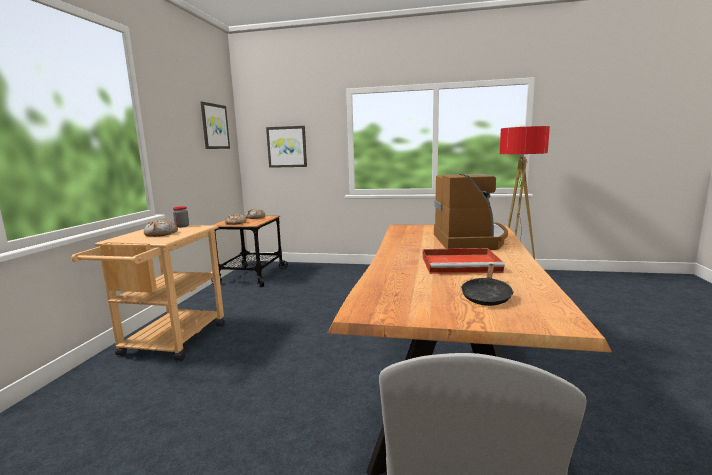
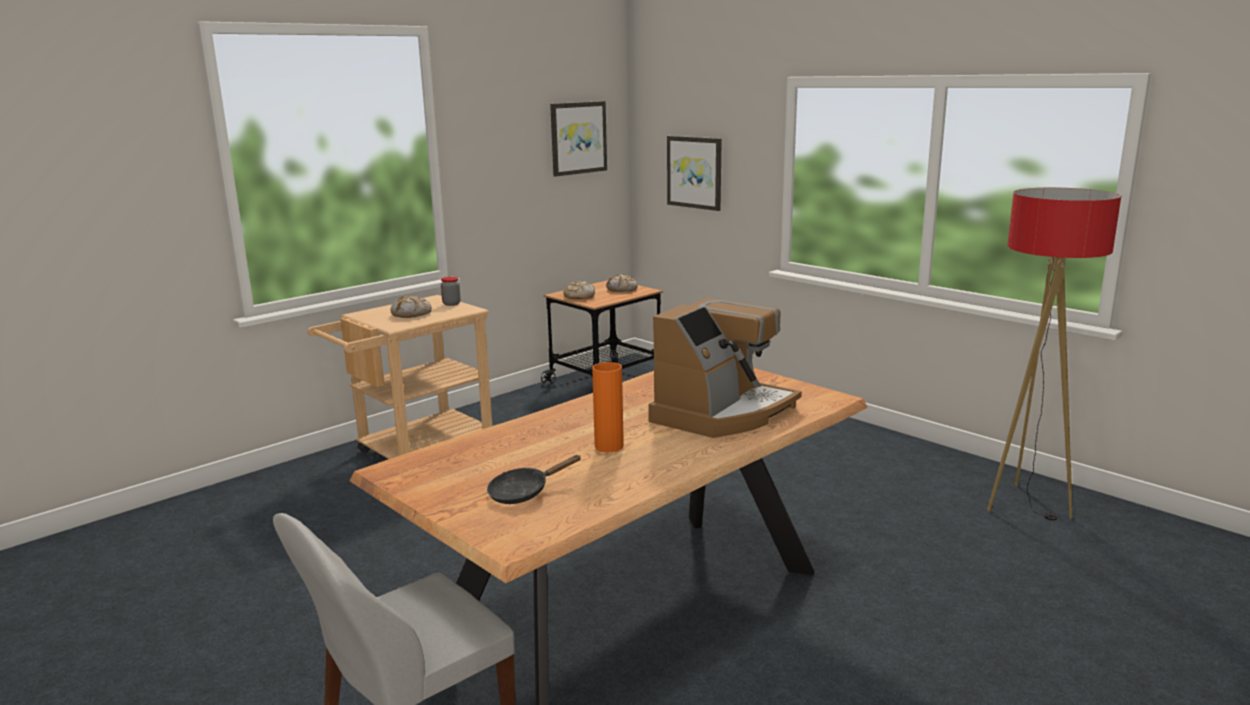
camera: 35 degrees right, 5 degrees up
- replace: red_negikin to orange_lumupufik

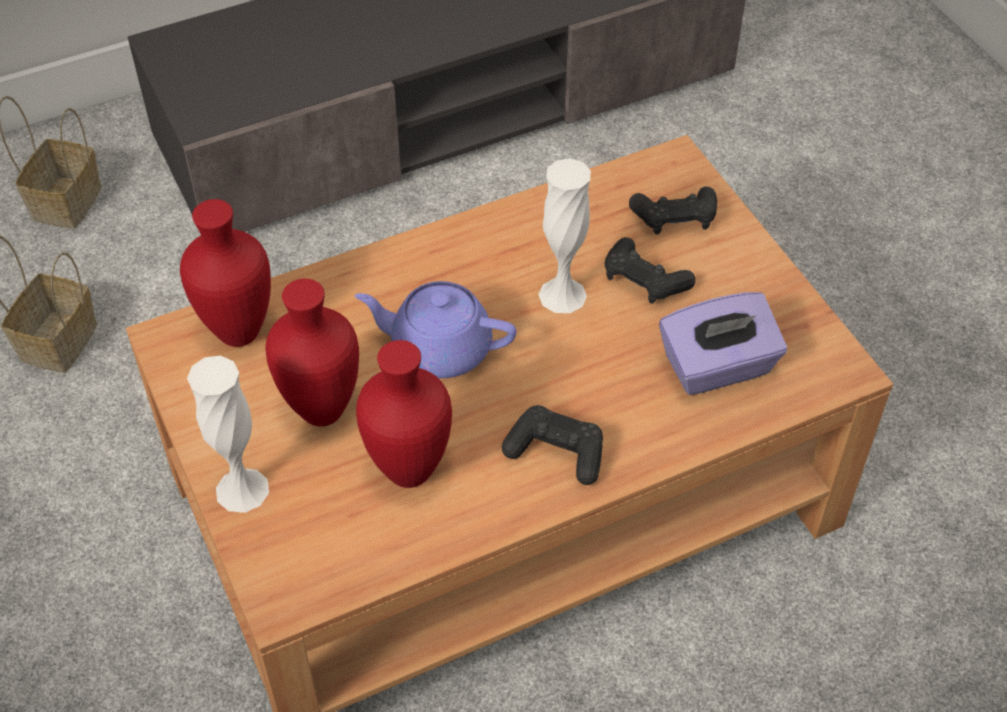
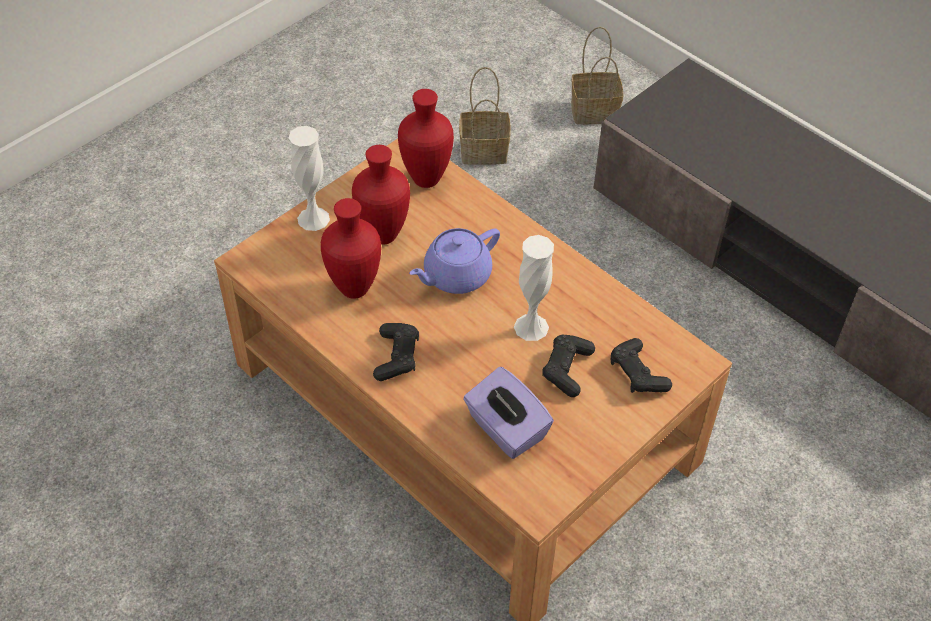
camera: 70 degrees right, 0 degrees up
- rotate: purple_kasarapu 120 degrees counterclockwise

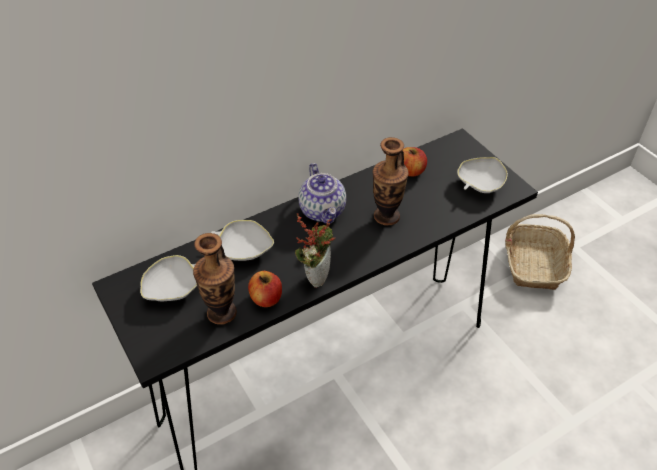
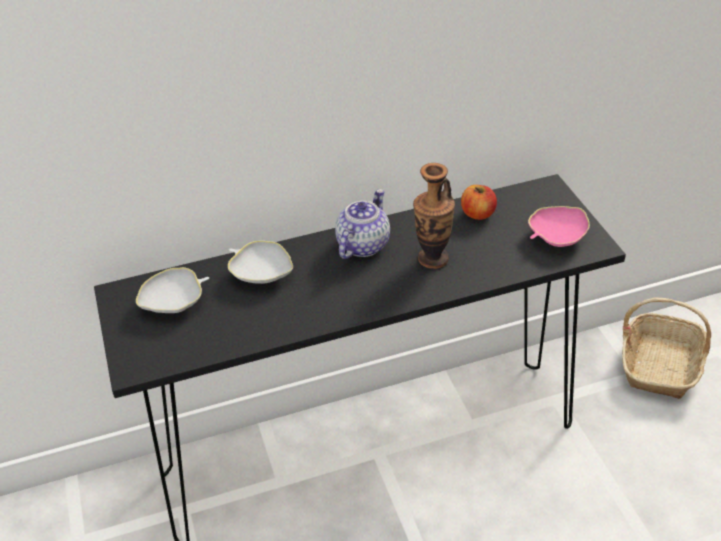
camera: 15 degrees right, 5 degrees down
- delete: lumupufik (1st from left)
- delete: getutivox (1st from left)
- delete: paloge
- rotate: kasarapu 150 degrees counterclockwise
- recolor: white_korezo (3rd from left) to pink_korezo

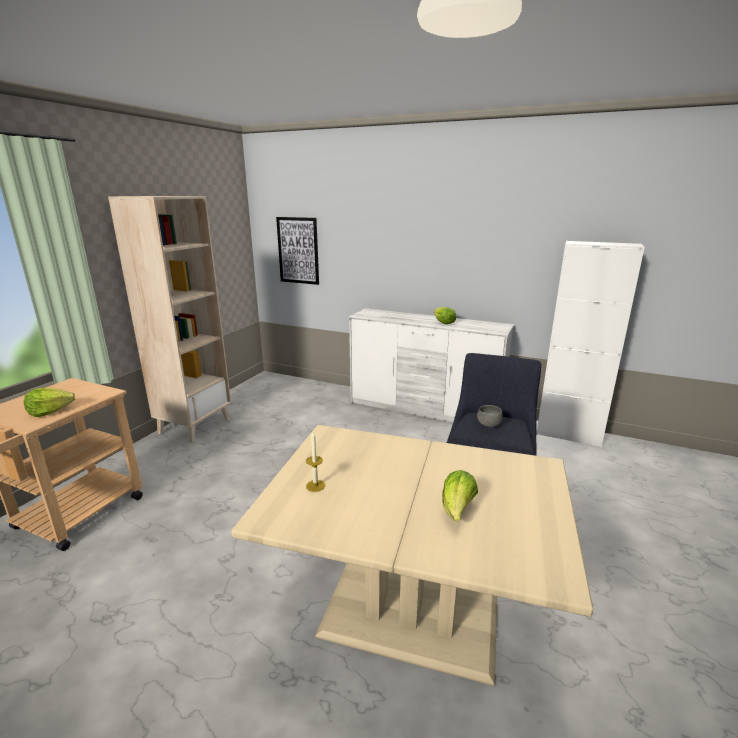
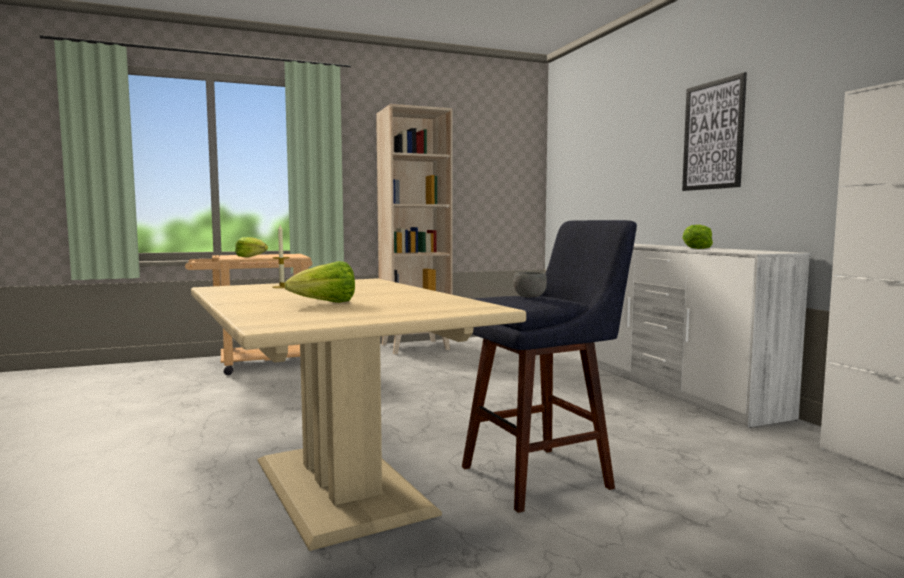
camera: 45 degrees right, 15 degrees down
- move: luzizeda

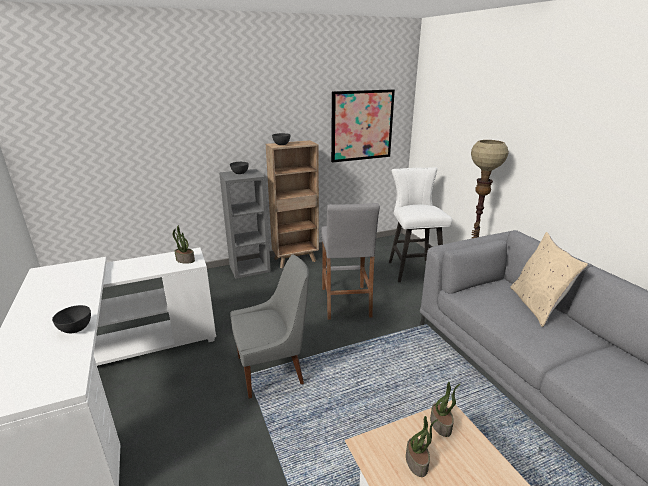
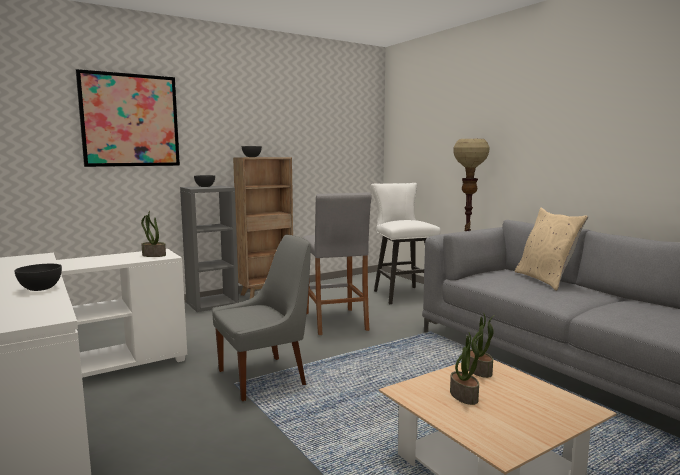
camera: 10 degrees left, 15 degrees down
- move: luzizeda

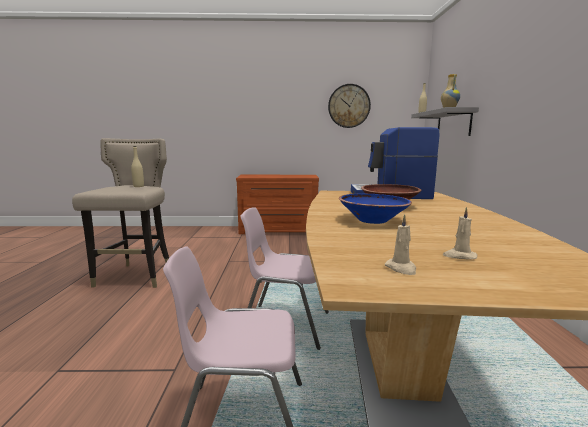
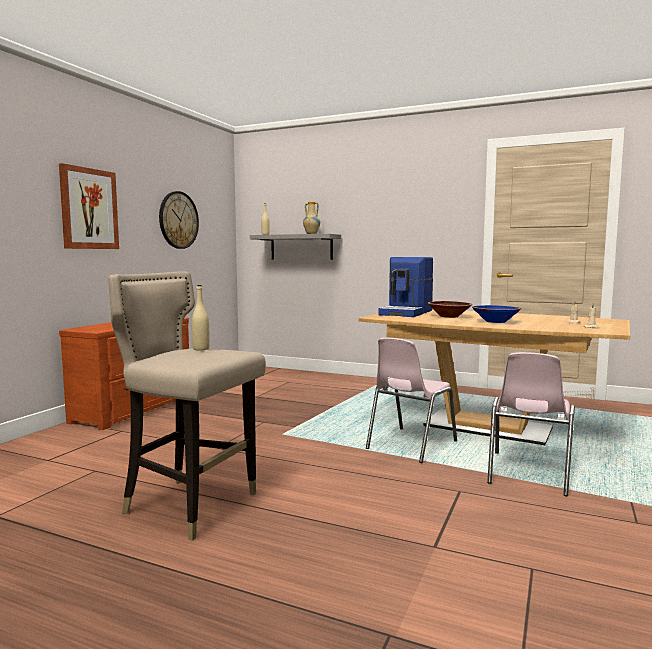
camera: 65 degrees left, 5 degrees down
- insert: luzizeda

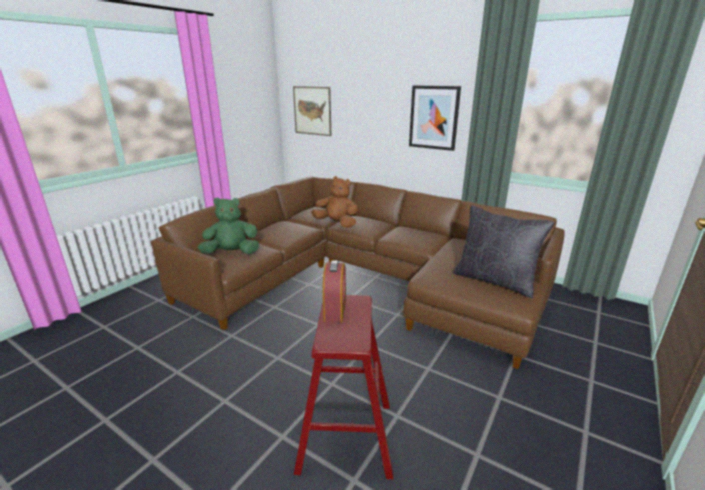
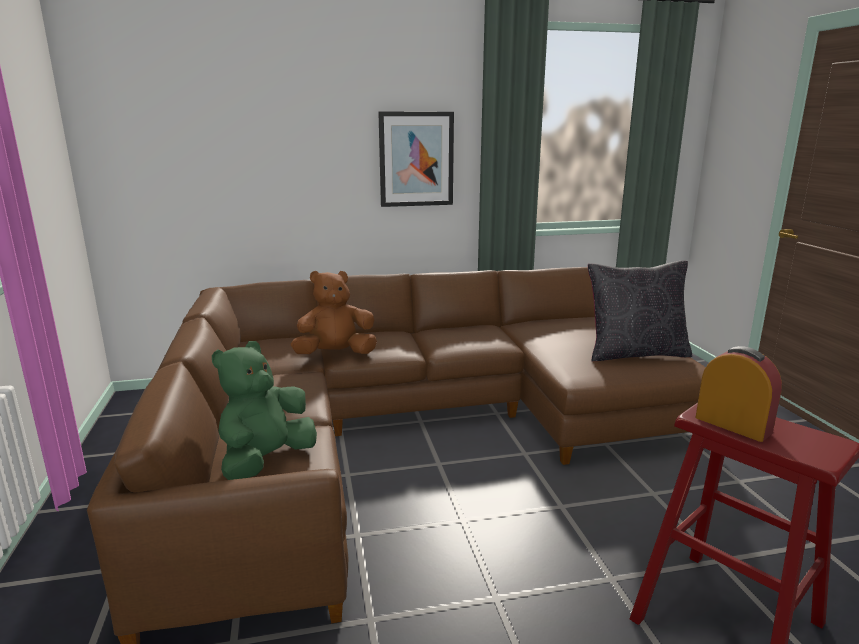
camera: 45 degrees left, 5 degrees down
- delete: luzizeda (1st from left)

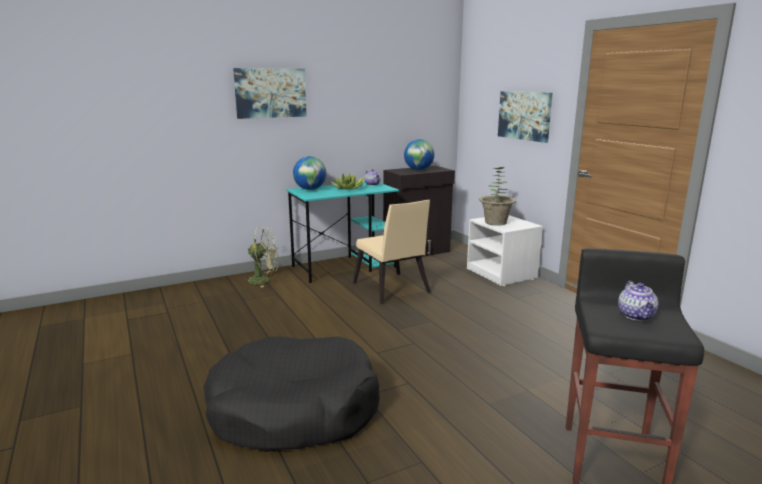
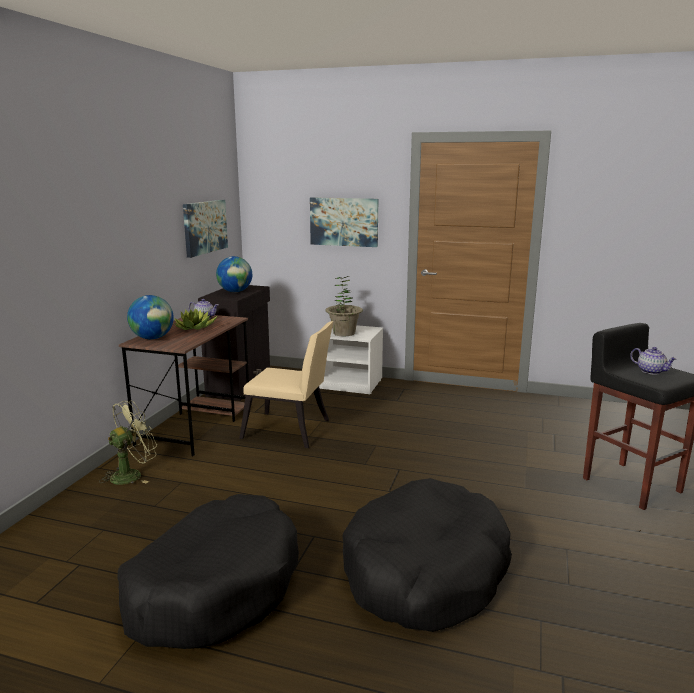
camera: 45 degrees left, 0 degrees up
- move: luzizeda (1st from left)
- recolor: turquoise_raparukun to brown_raparukun
- insert: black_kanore (1st from left)

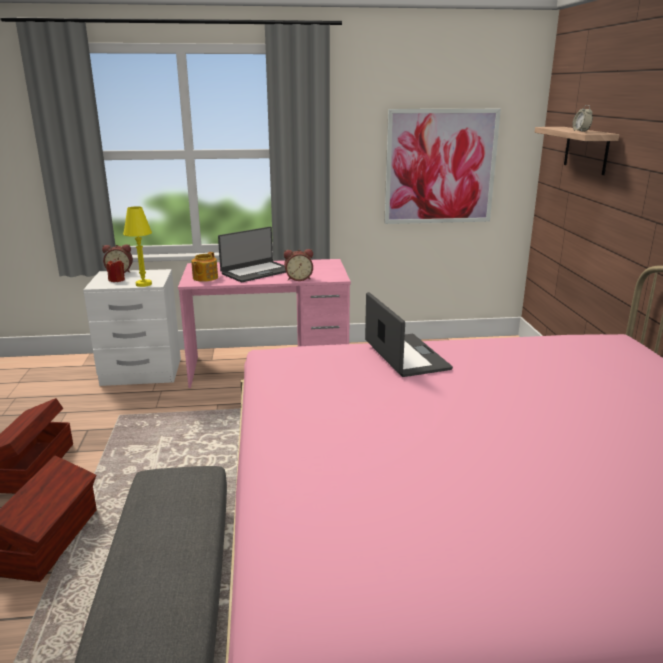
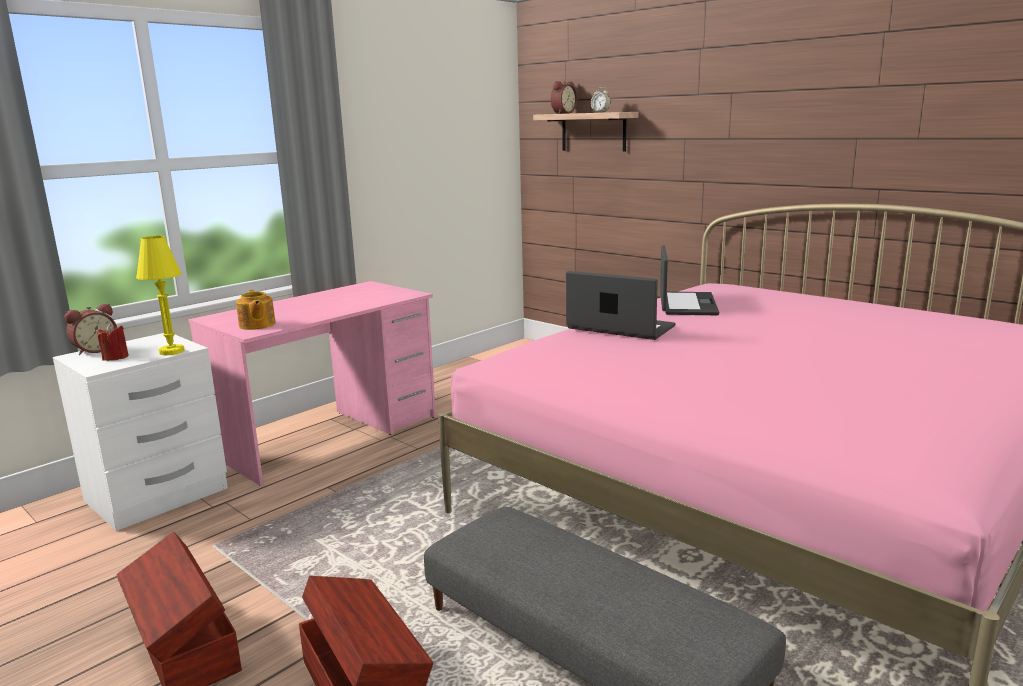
camera: 40 degrees left, 5 degrees down
- move: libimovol (1st from left in the first image) to libimovol (2nd from left)
- move: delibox (2nd from left)
- delete: luzizeda

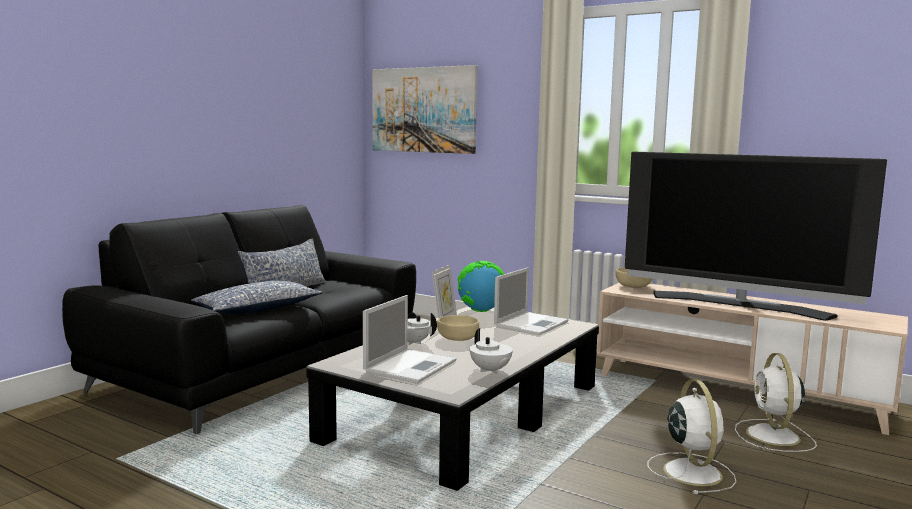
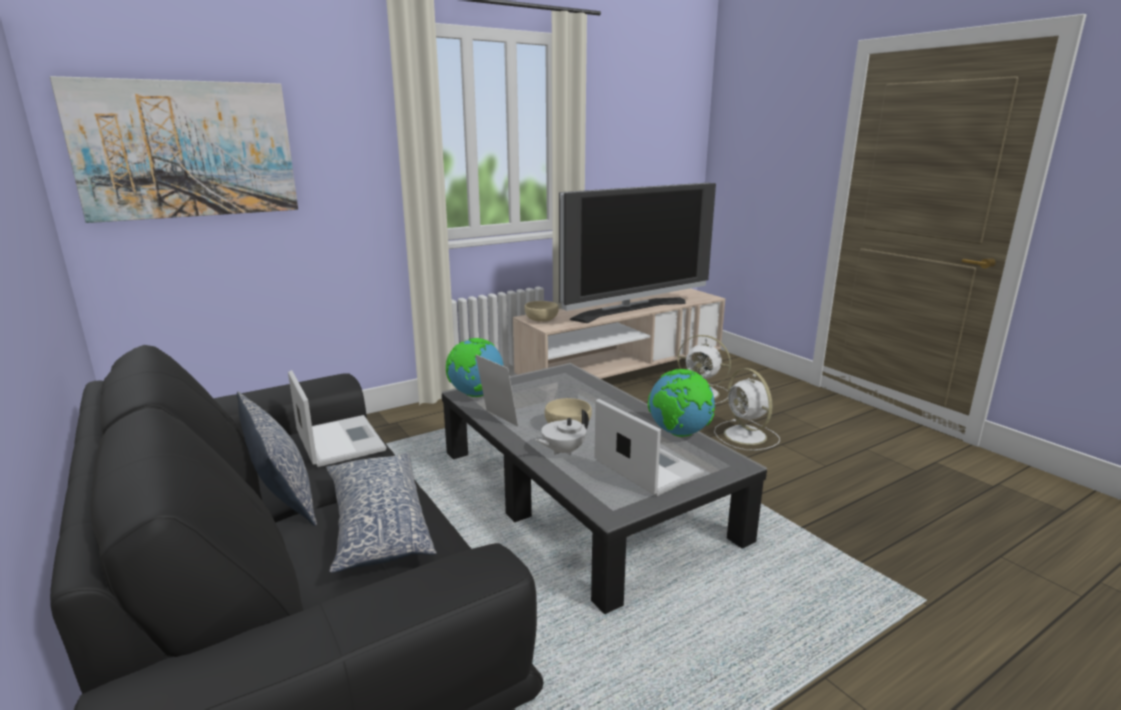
camera: 65 degrees left, 10 degrees up
- replace: white_kasarapu (2nd from left) to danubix (2nd from left)
- move: libimovol (2nd from left in the first image) to libimovol (1st from left)
- rotate: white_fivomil (1st from left in the first image) 135 degrees counterclockwise

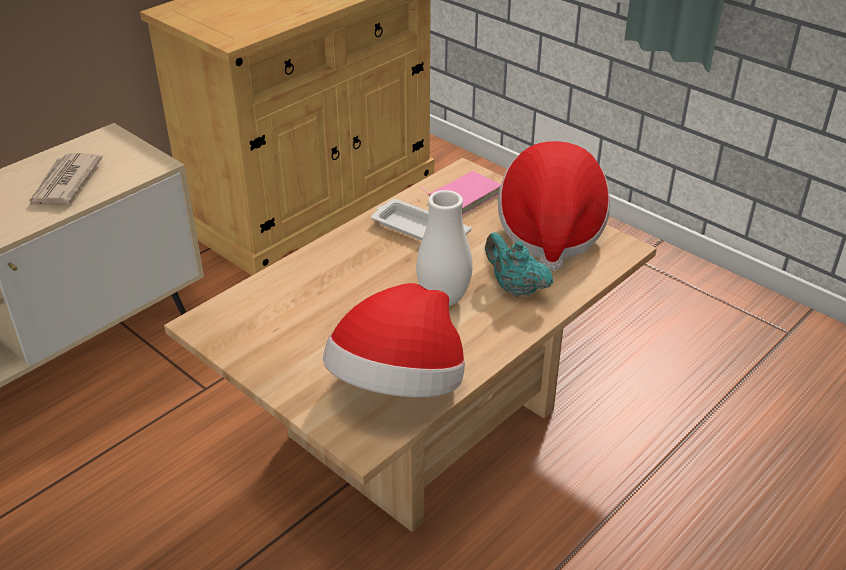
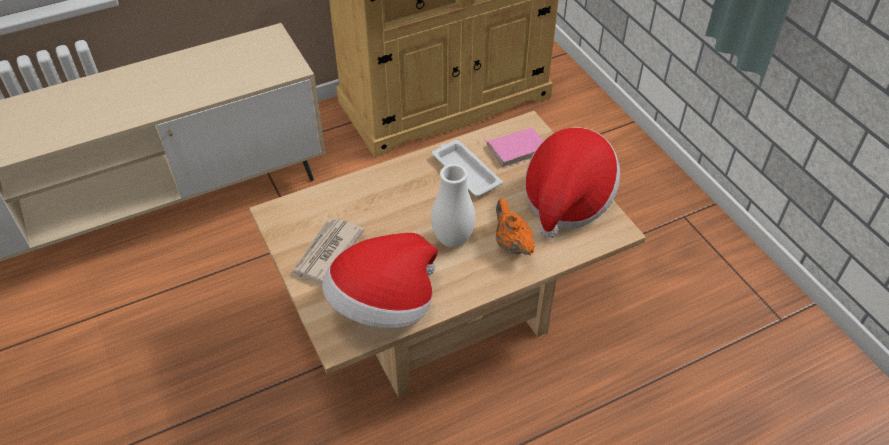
camera: 20 degrees right, 10 degrees up
- move: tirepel
- recolor: turquoise_kasarapu to orange_kasarapu

